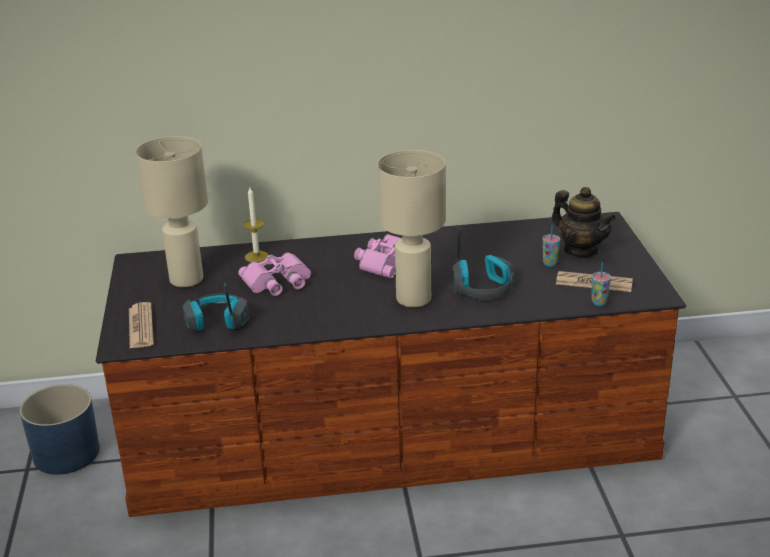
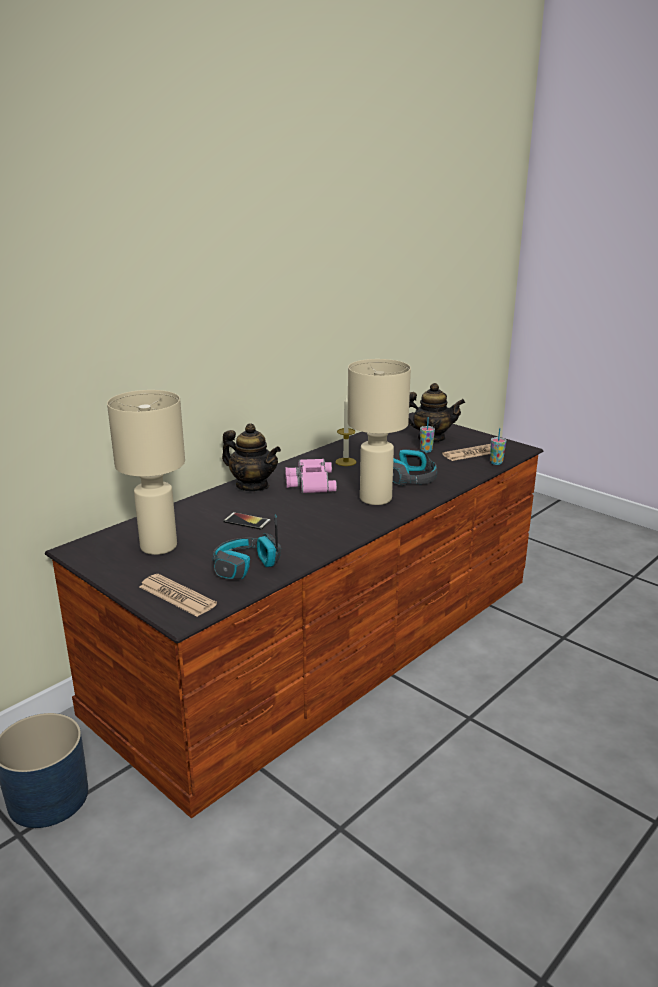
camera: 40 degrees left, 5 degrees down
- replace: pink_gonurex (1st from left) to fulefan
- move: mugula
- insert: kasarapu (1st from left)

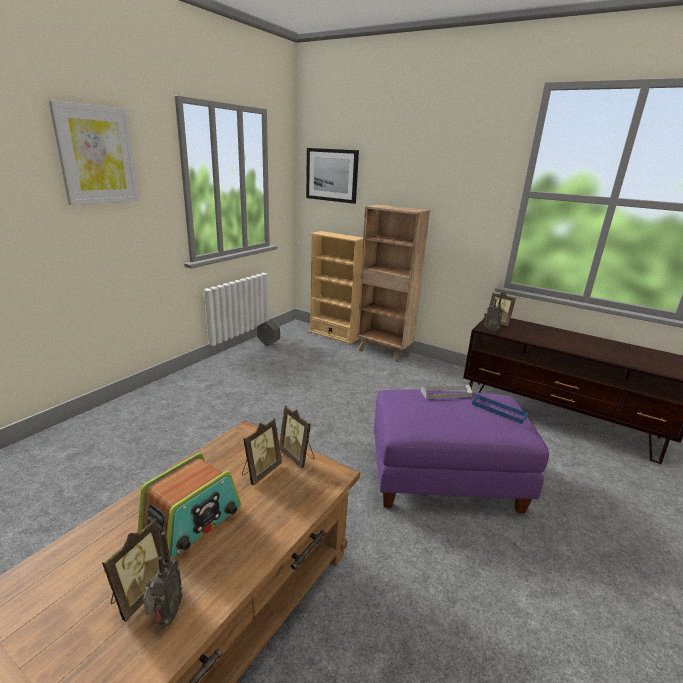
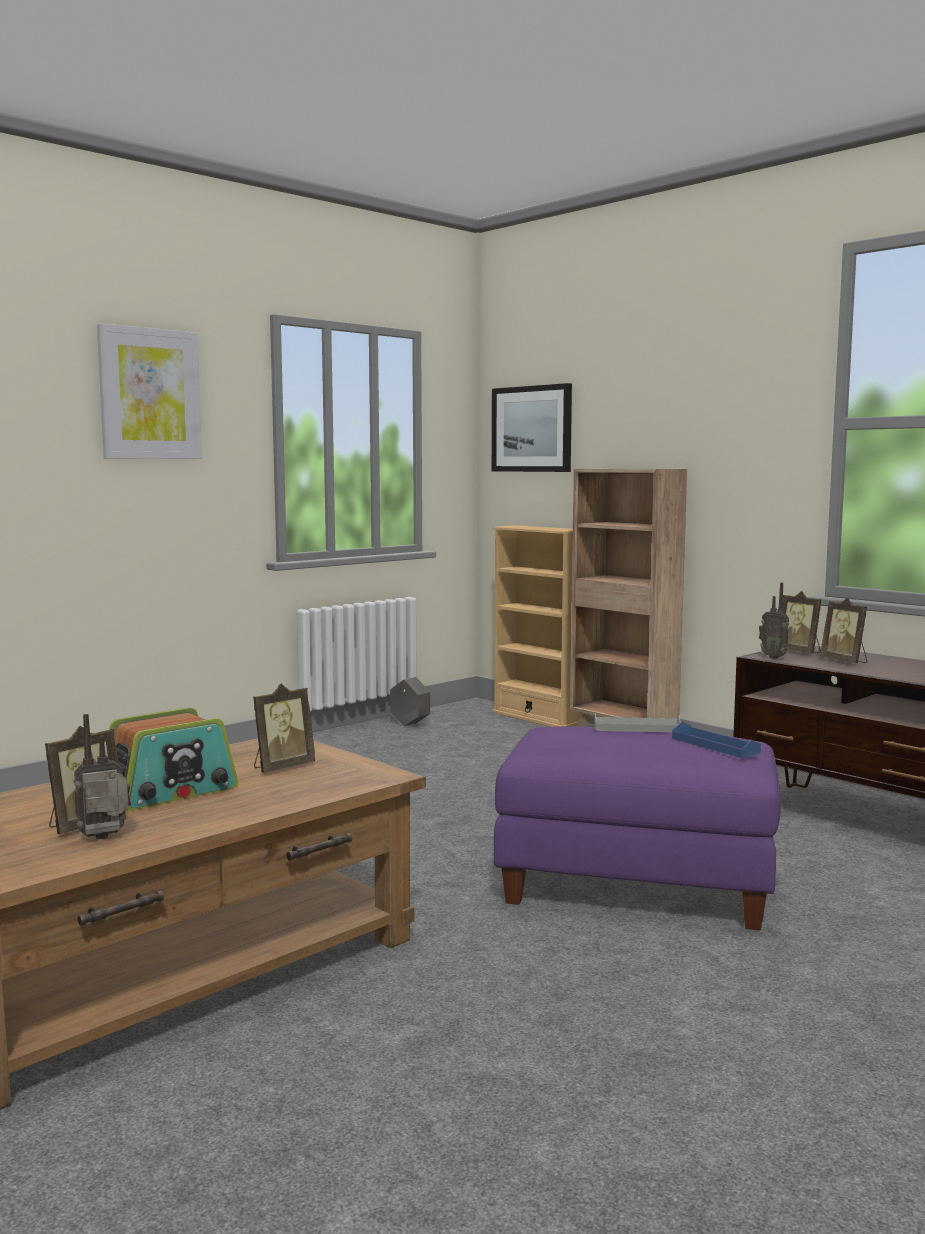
camera: 15 degrees right, 15 degrees down
- rotate: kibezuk (1st from left) 135 degrees counterclockwise
- move: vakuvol (3rd from left in the first image) to vakuvol (4th from left)

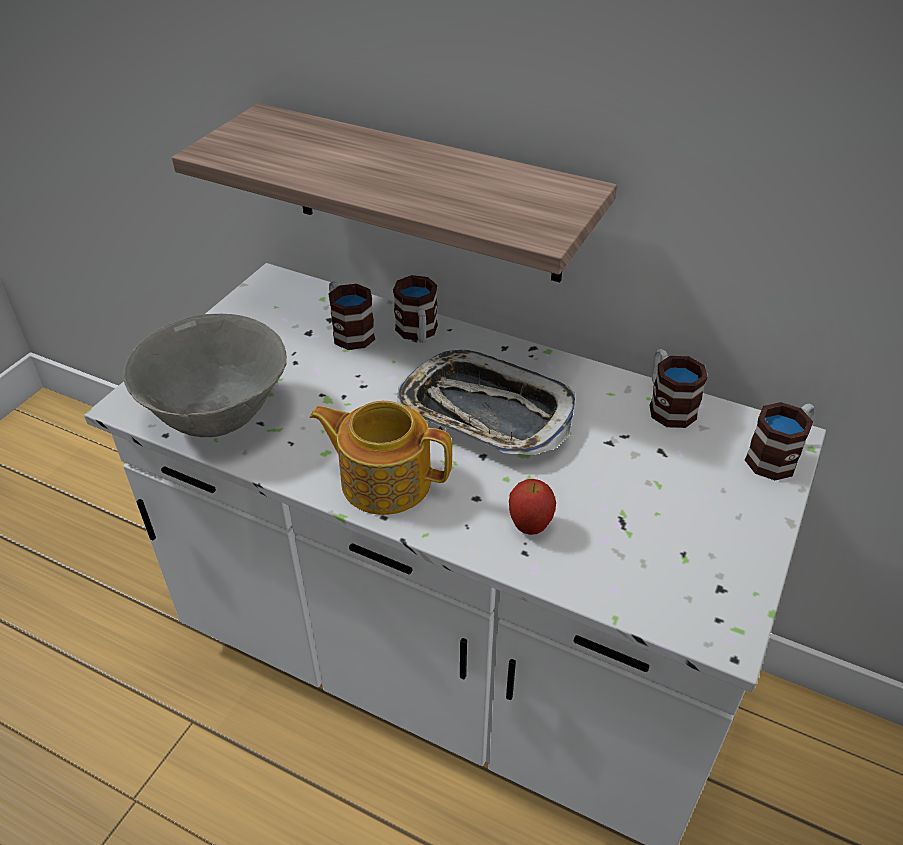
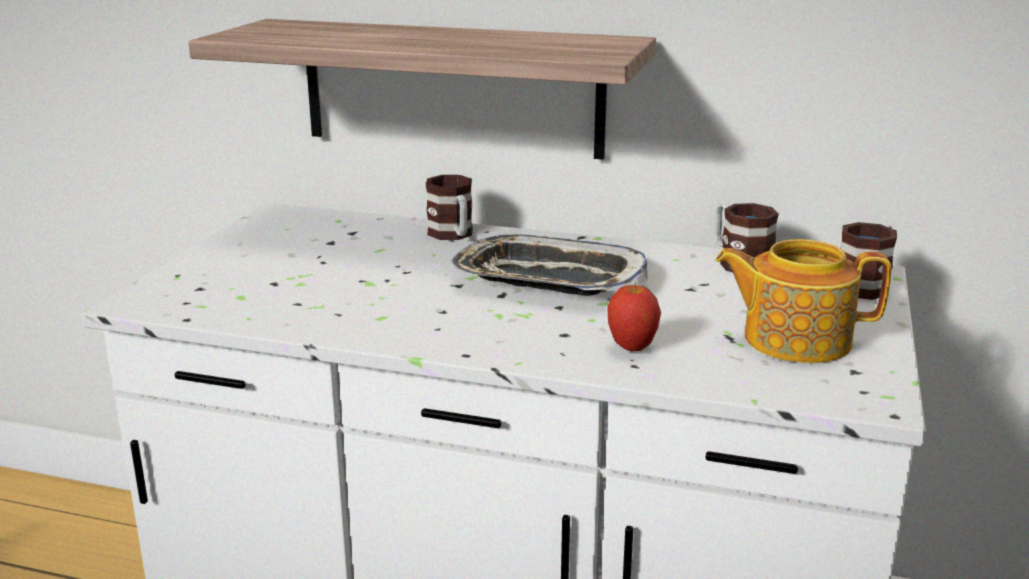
camera: 10 degrees left, 20 degrees down
- delete: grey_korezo
- move: kasarapu
- delete: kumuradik (1st from left)

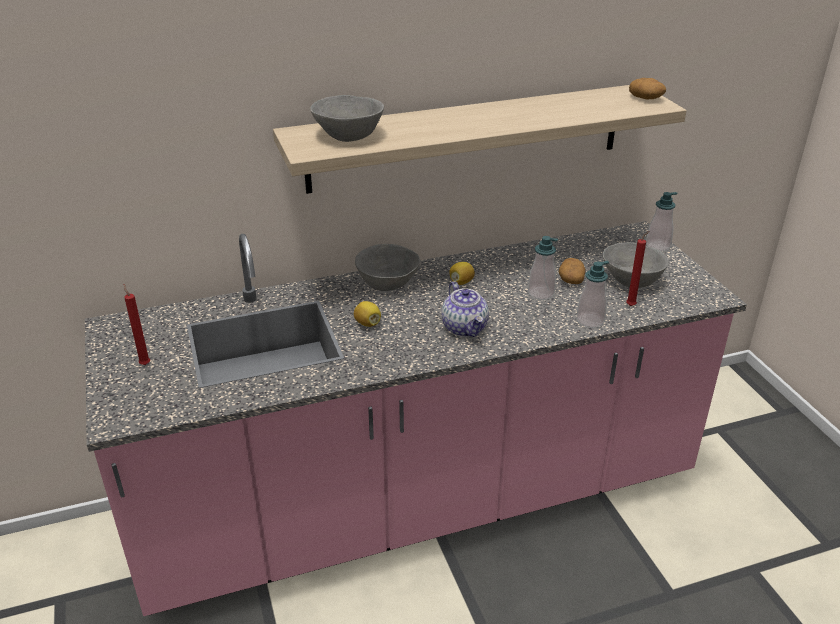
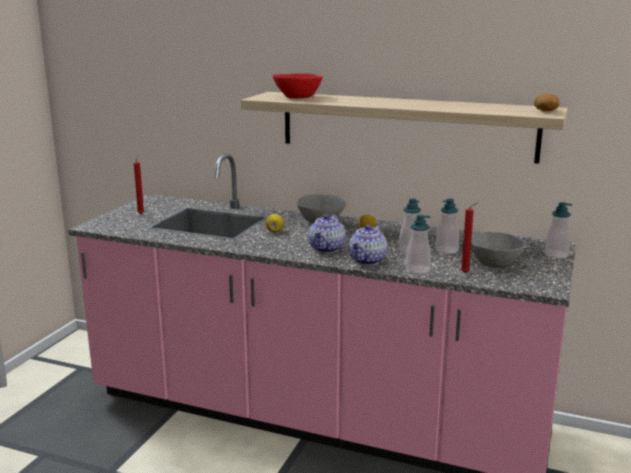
camera: 40 degrees right, 15 degrees down
- recolor: grey_korezo (1st from left) to red_korezo
- replace: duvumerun (1st from left) to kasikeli (3rd from left)
- insert: kasarapu (2nd from left)

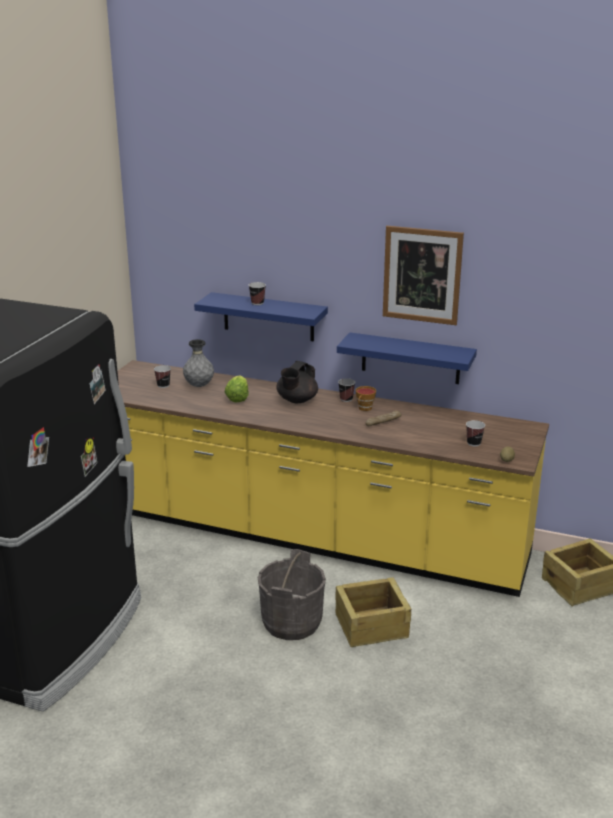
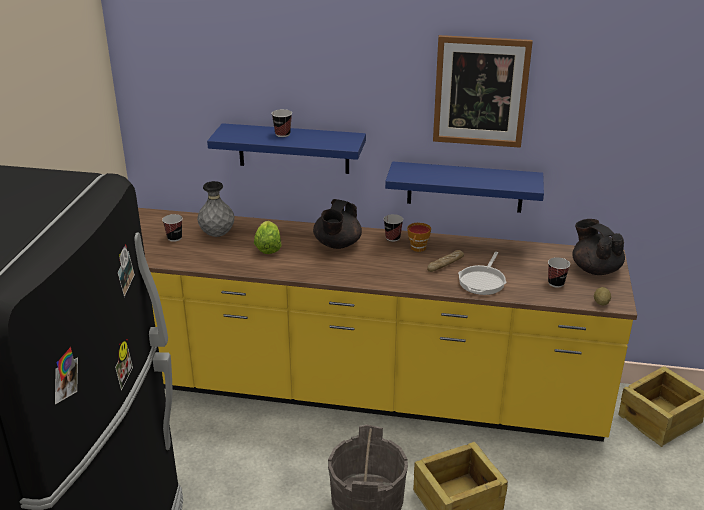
camera: 10 degrees left, 5 degrees up
- insert: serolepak
- insert: black_kasarapu (2nd from left)

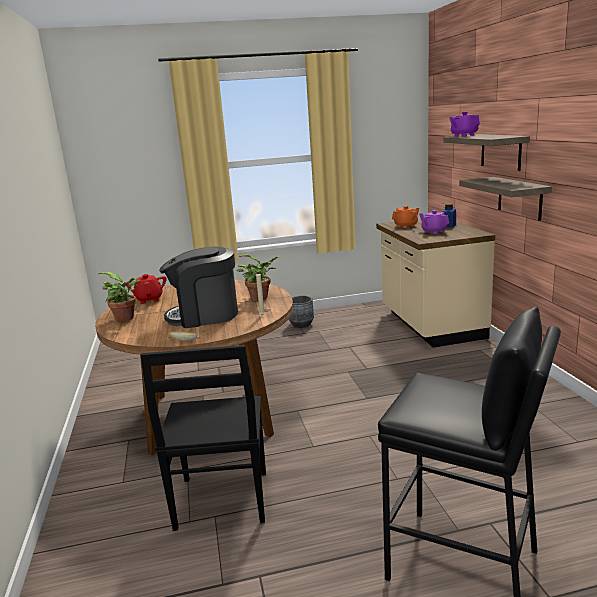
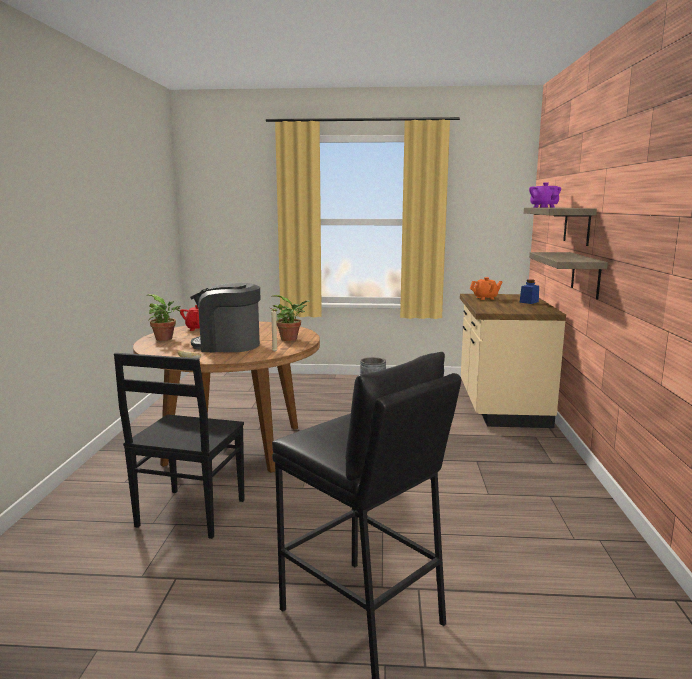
camera: 15 degrees right, 5 degrees down
- delete: purple_kasarapu (1st from left)

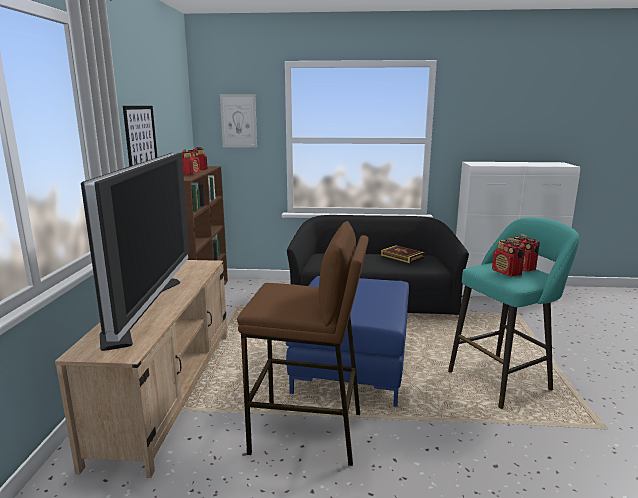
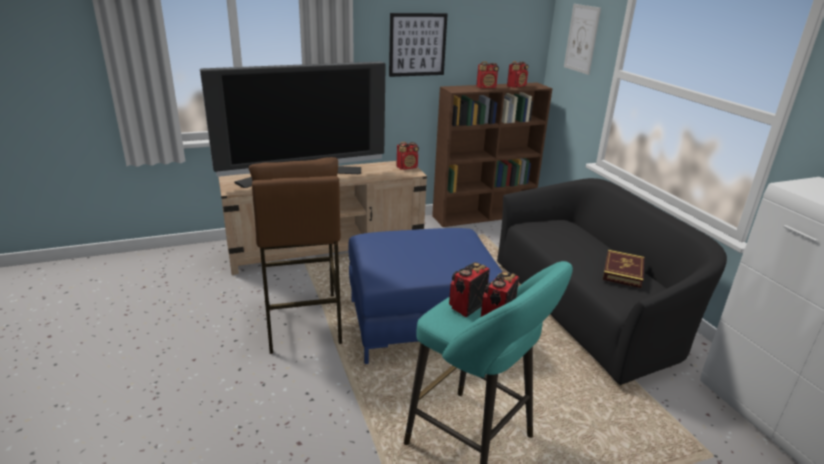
camera: 65 degrees right, 10 degrees up
- insert: kibezuk (1st from left)

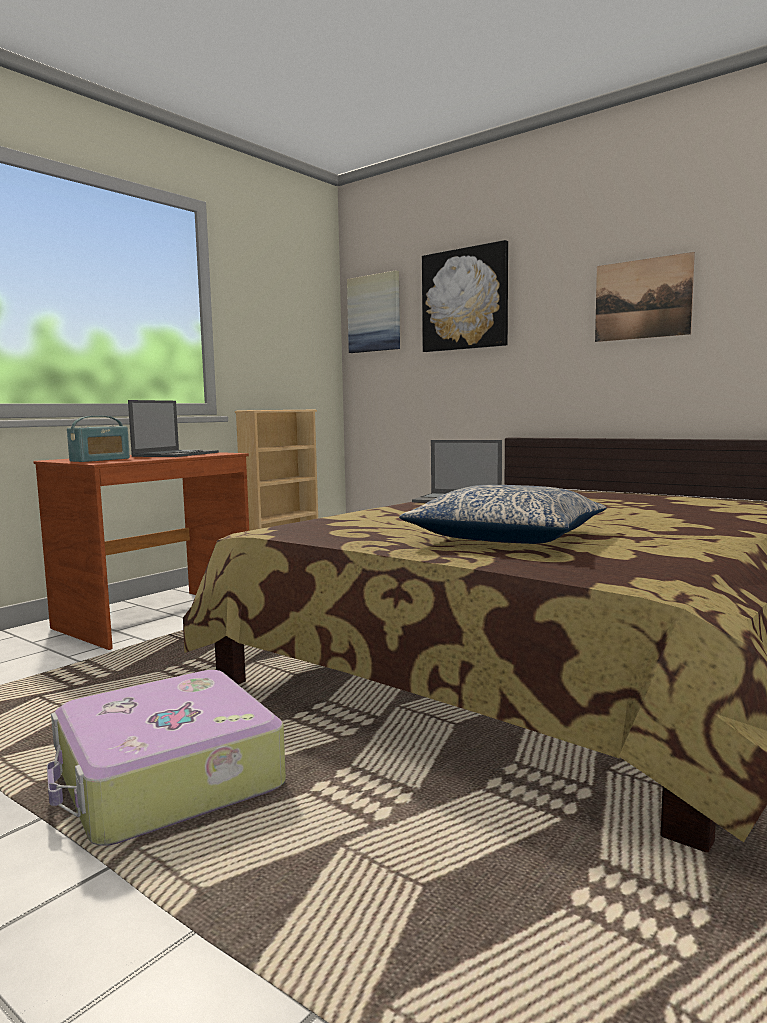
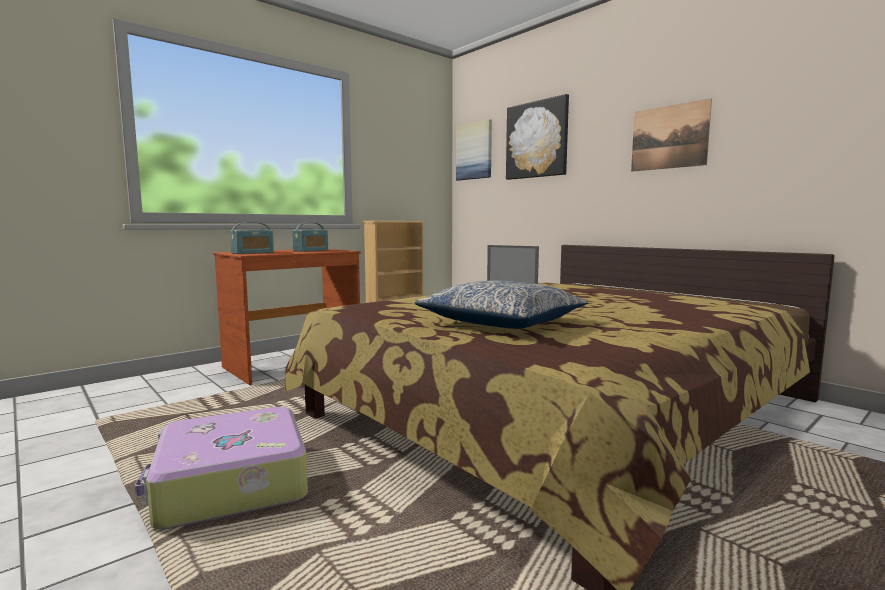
camera: 10 degrees right, 0 degrees up
- replace: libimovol (1st from left) to kibezuk (2nd from left)

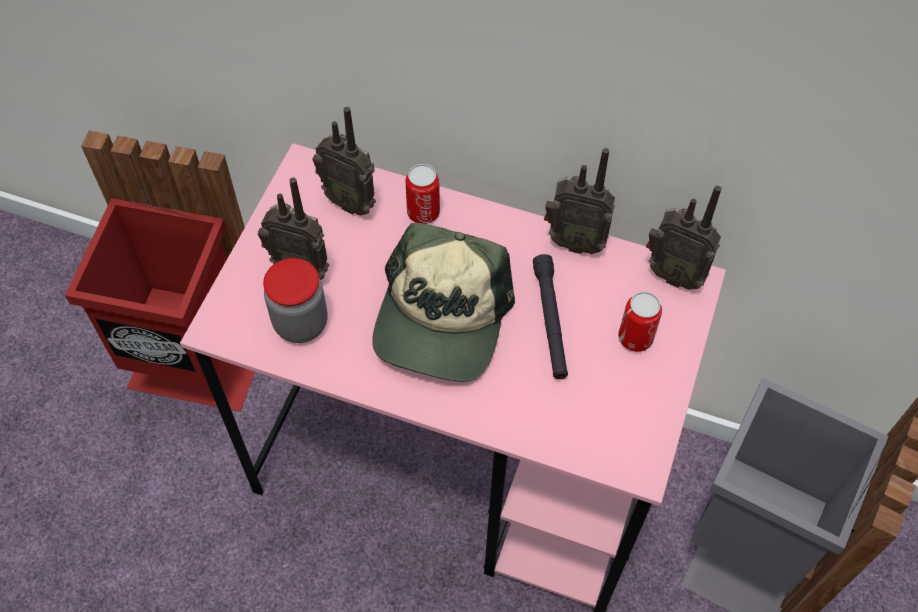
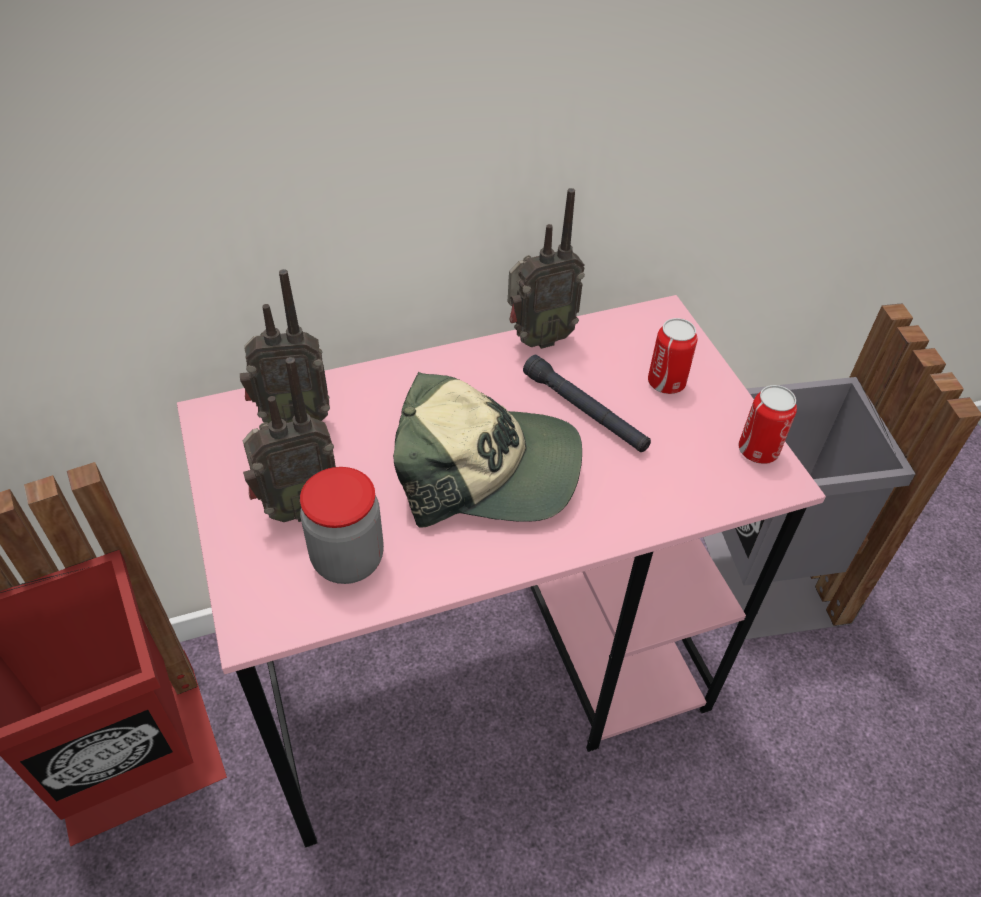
camera: 40 degrees left, 10 degrees down
- rotate: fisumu 60 degrees counterclockwise
- move: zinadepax (1st from left in the first image) to zinadepax (2nd from left)
- delete: kibezuk (4th from left)

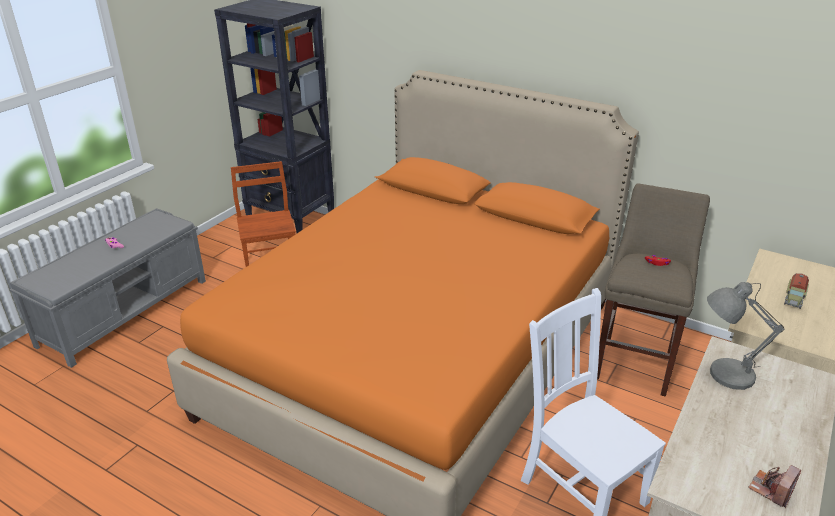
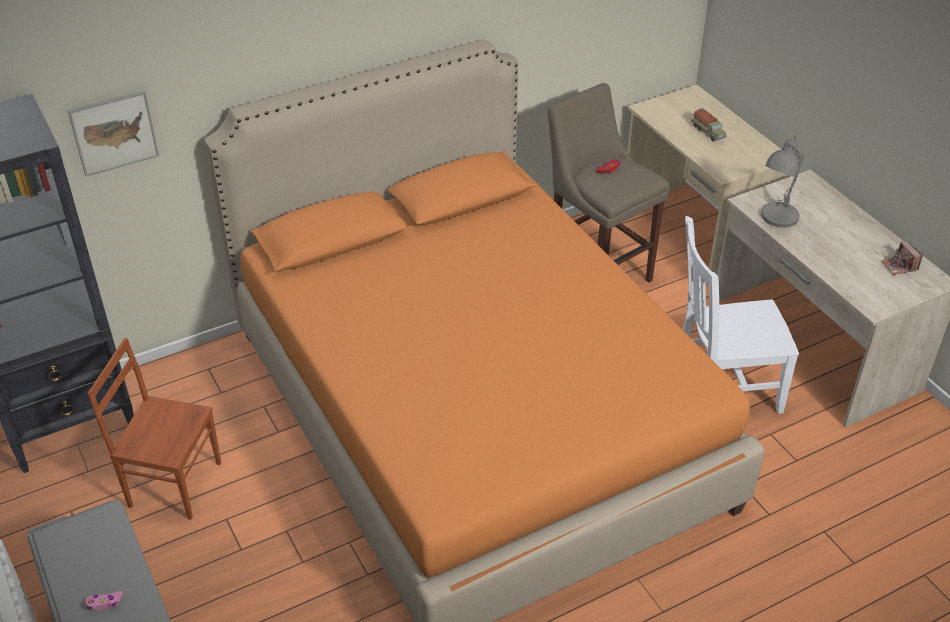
camera: 60 degrees left, 10 degrees up
- insert: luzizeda

